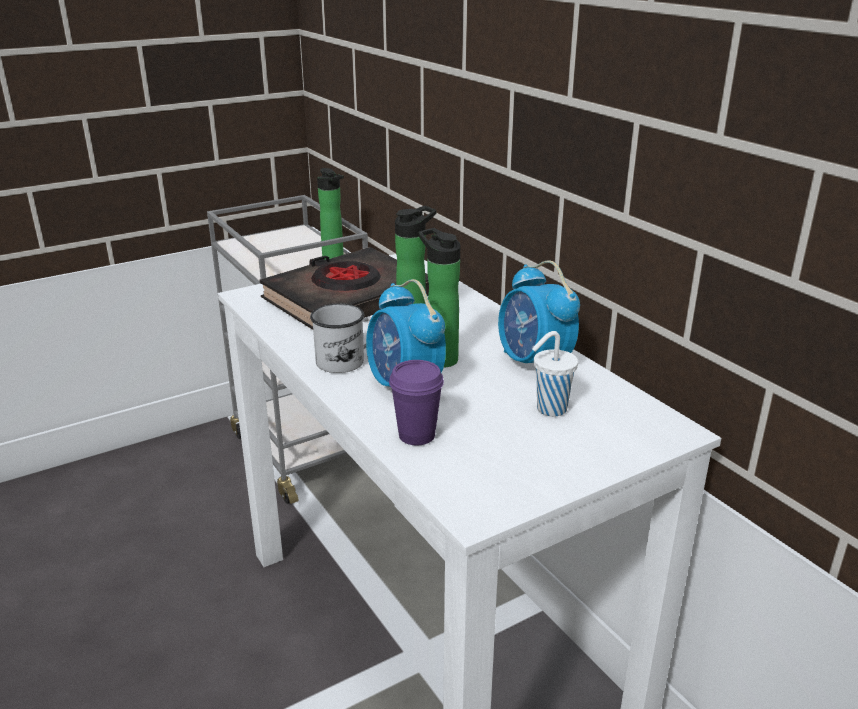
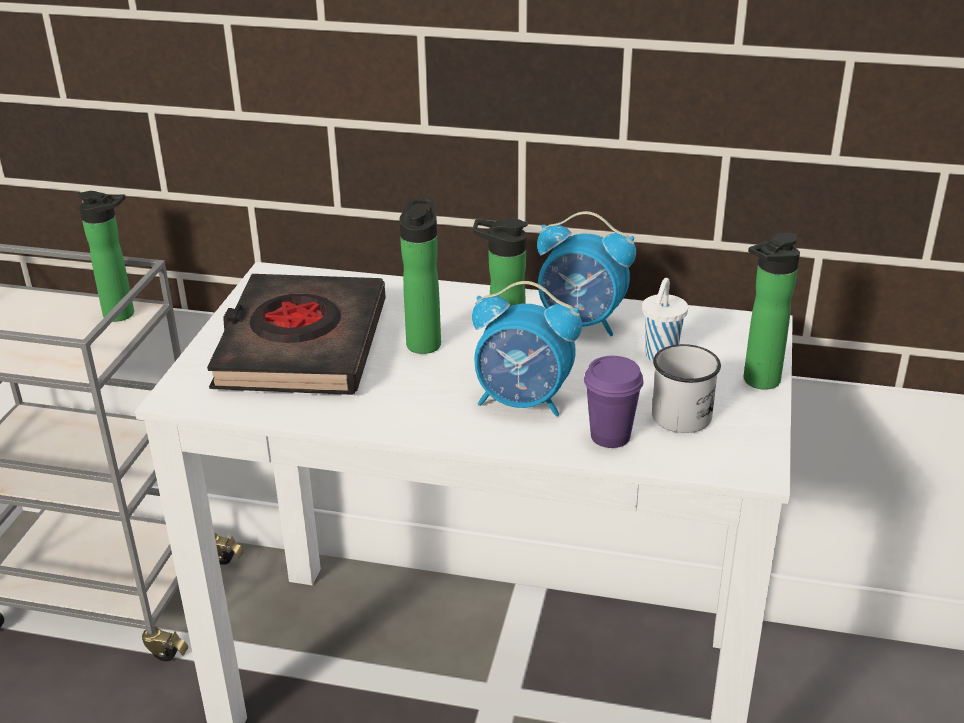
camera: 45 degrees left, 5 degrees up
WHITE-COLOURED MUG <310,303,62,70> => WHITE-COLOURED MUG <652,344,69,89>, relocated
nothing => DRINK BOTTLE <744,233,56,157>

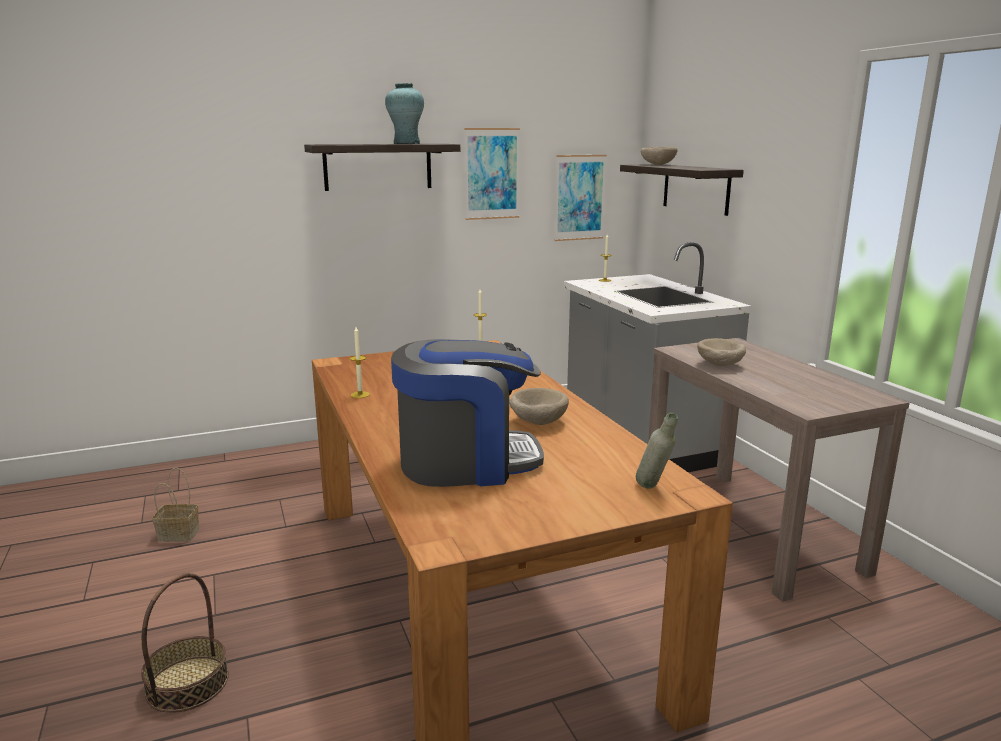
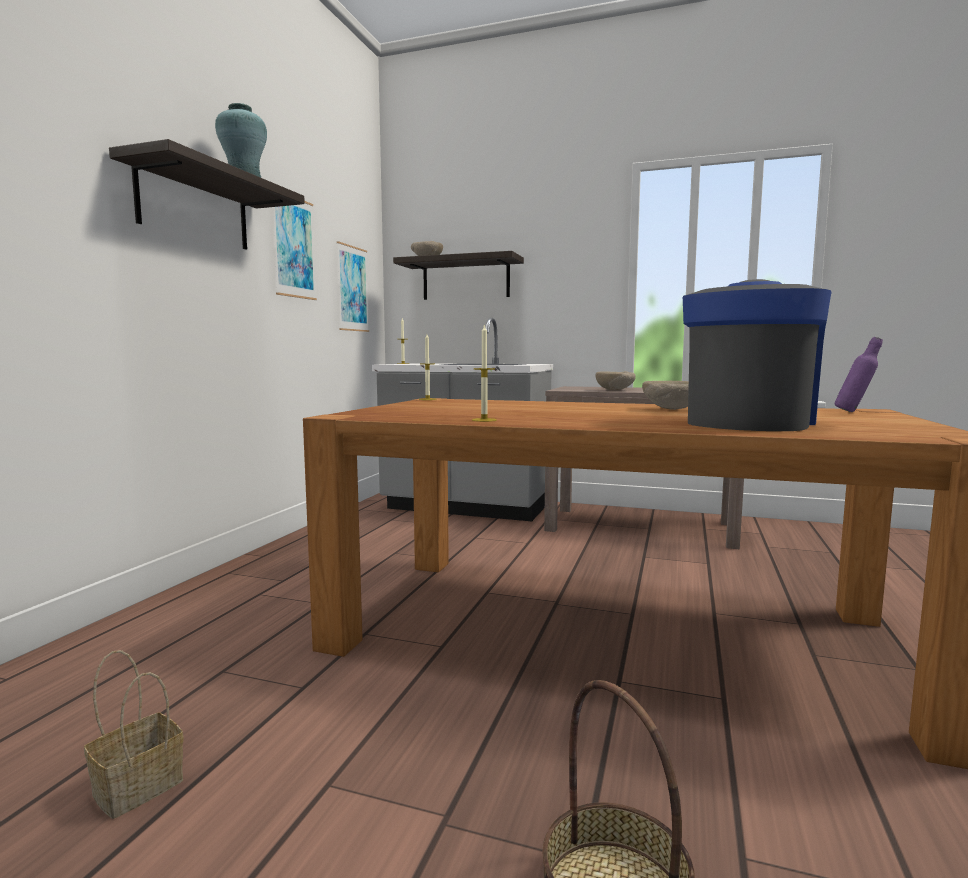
camera: 50 degrees left, 10 degrees down
GRAY DRINK BOTTLE <636,413,42,76> => PURPLE DRINK BOTTLE <835,337,48,75>

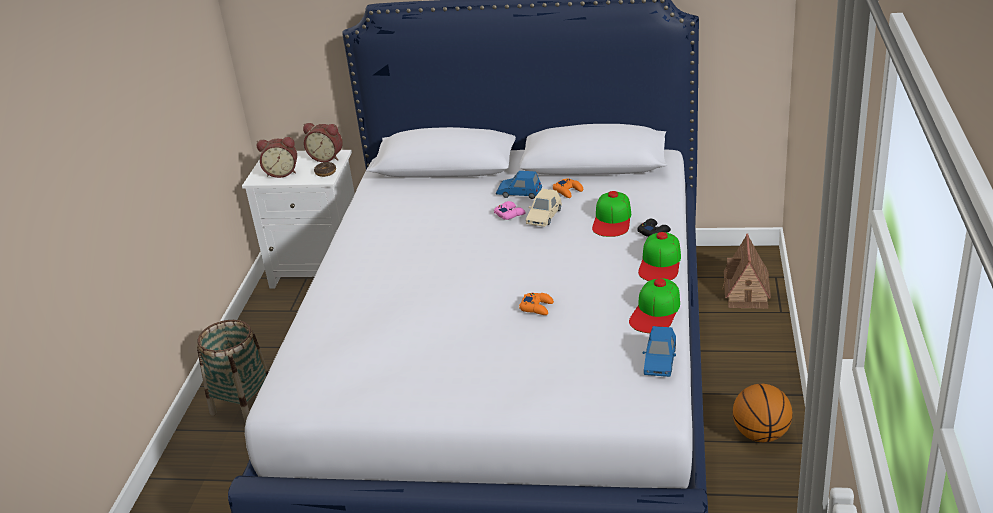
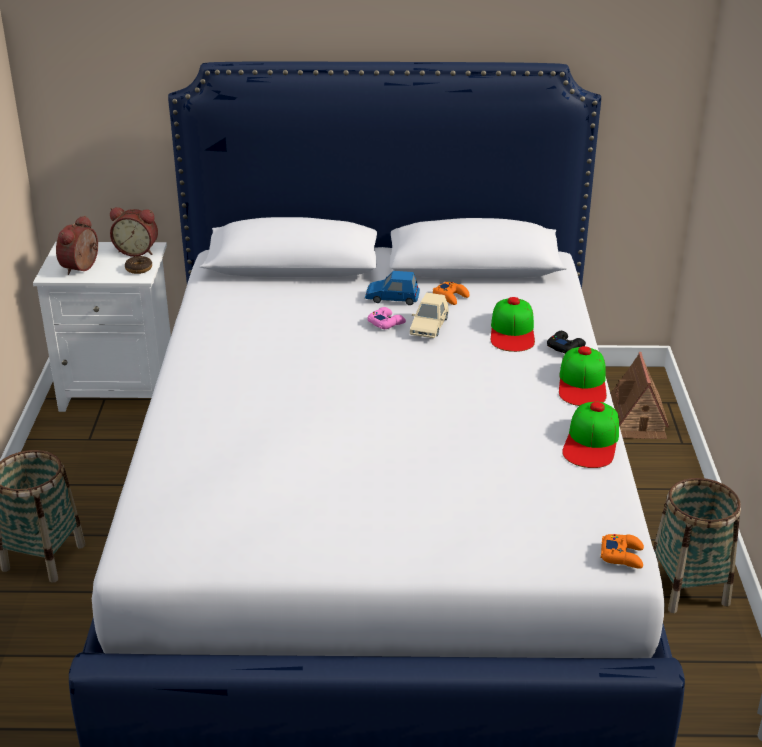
camera: 10 degrees left, 0 degrees up
TABLE CLOCK <257,137,40,41> => TABLE CLOCK <56,215,42,60>, 120 degrees clockwise
ORANGEY GAME CONTROLLER <519,293,35,22> => ORANGEY GAME CONTROLLER <601,534,43,35>, relocated
BLUE-COLOURED MODEL CAR <642,326,34,51> => nothing
BASKETBALL <733,384,60,58> => BASKET <653,478,88,135>

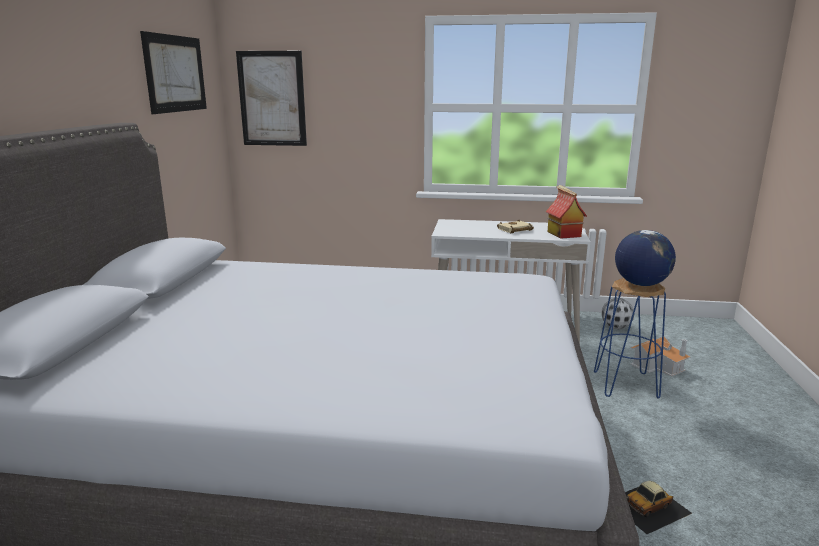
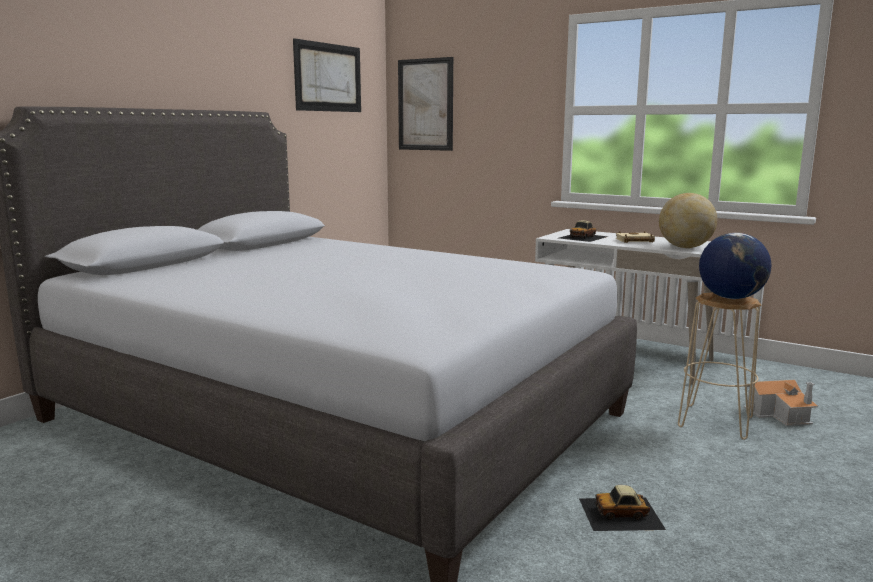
camera: 25 degrees right, 5 degrees down
MINIATURE HOUSE <546,185,41,54> => DESK GLOBE <659,193,58,55>
BLUE-COLOURED SITTING STOOL <594,278,72,120> => BEIGE SITTING STOOL <678,292,84,148>
FOOTBALL BALL <601,298,33,31> => nothing
nothing => MODEL CAR <559,220,50,22>

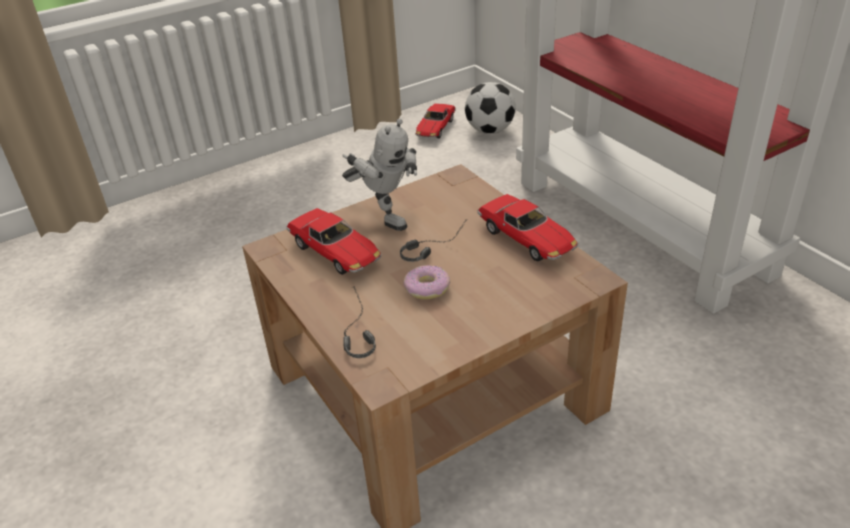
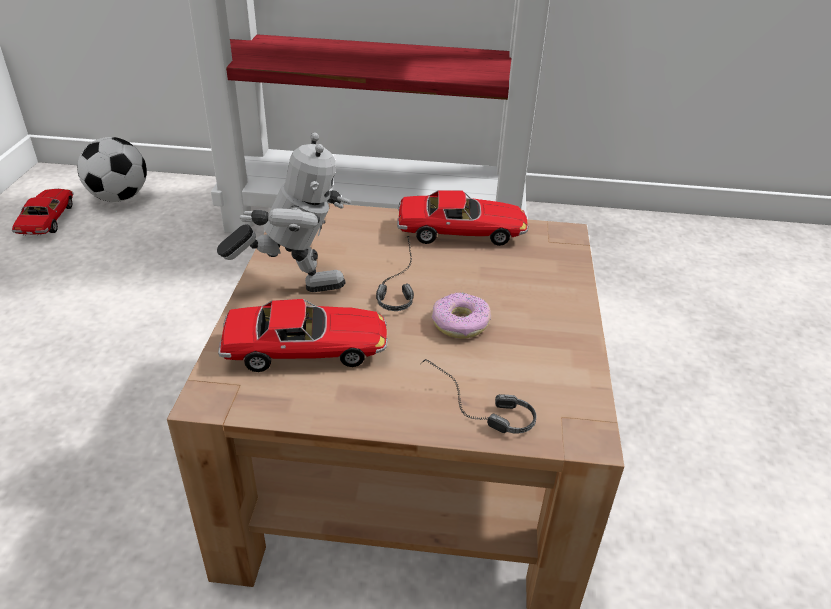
camera: 55 degrees left, 0 degrees up
MODEL CAR <415,103,41,36> => MODEL CAR <12,189,61,47>, 150 degrees counterclockwise

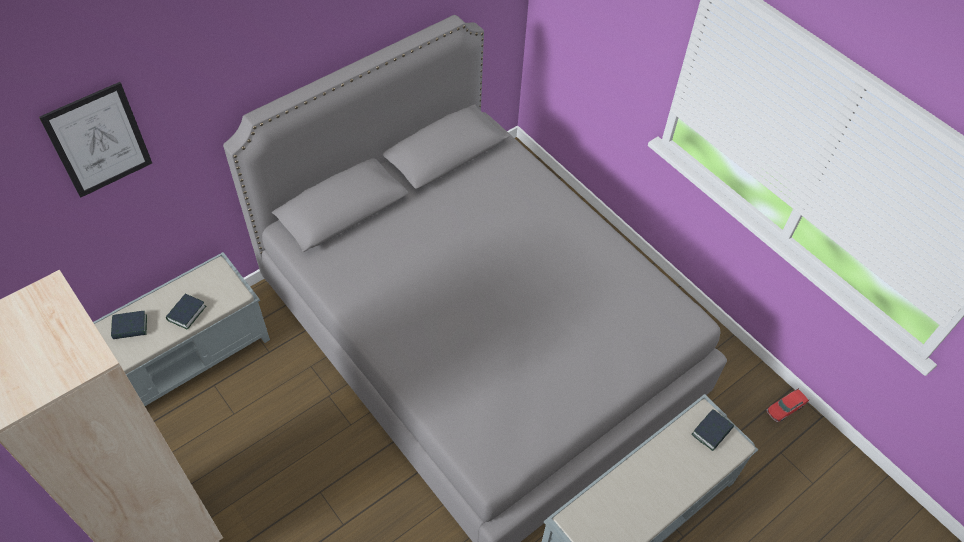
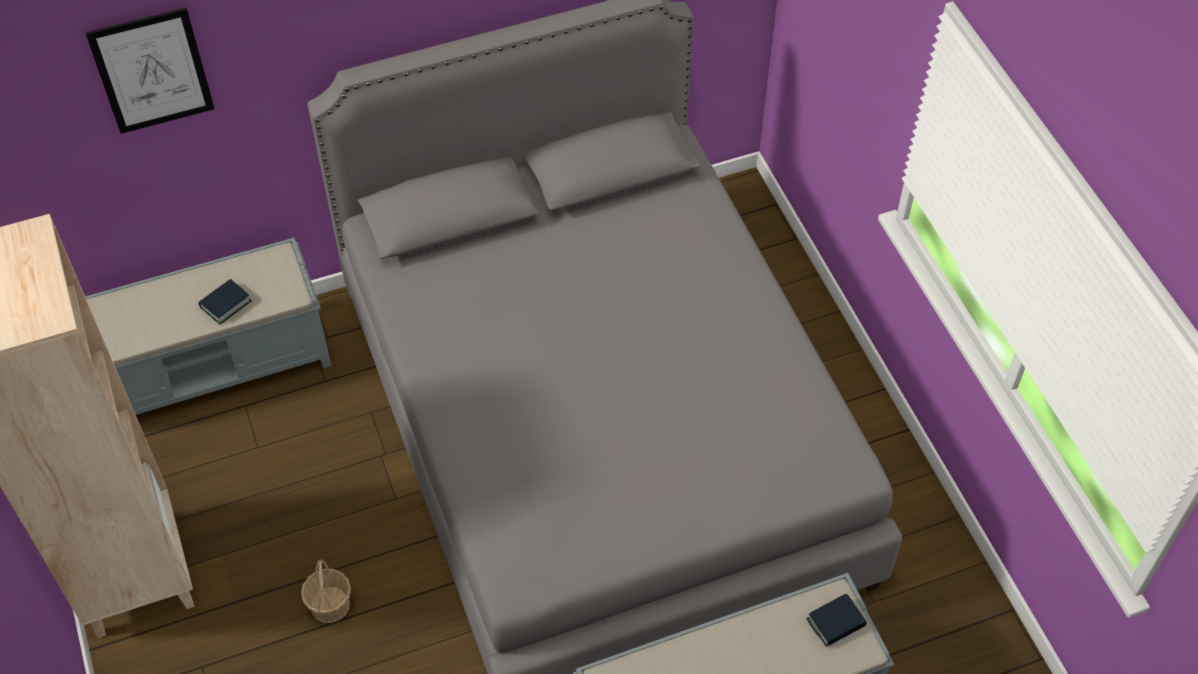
camera: 20 degrees right, 0 degrees up
BOUND BOOK <111,311,36,28> => nothing
MODEL CAR <766,388,44,34> => nothing
nothing => BASKET <301,560,50,63>

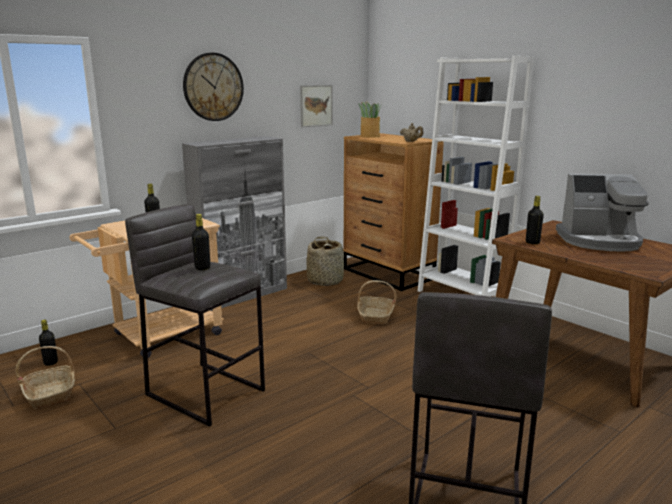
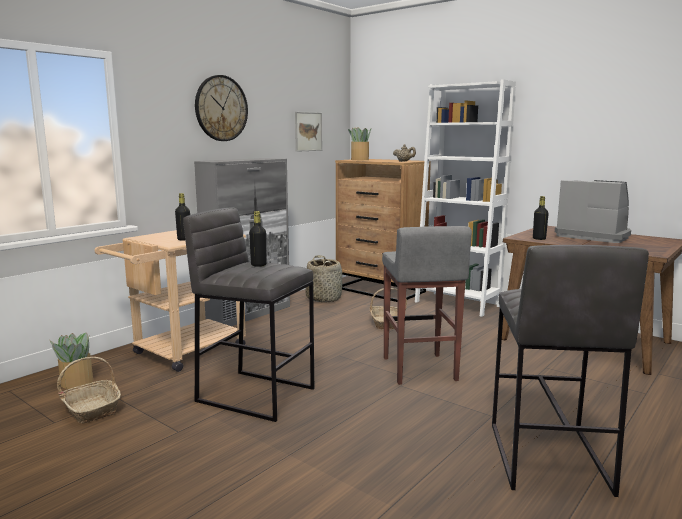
camera: 10 degrees left, 5 degrees down
COFFEE BREWER <556,174,93,78> => COFFEE BREWER <555,180,76,63>, 135 degrees counterclockwise
BLACK DRINK BOTTLE <39,320,19,46> => PLANT IN A POT <50,333,43,56>
nothing => GRAY SITTING STOOL <382,226,90,159>

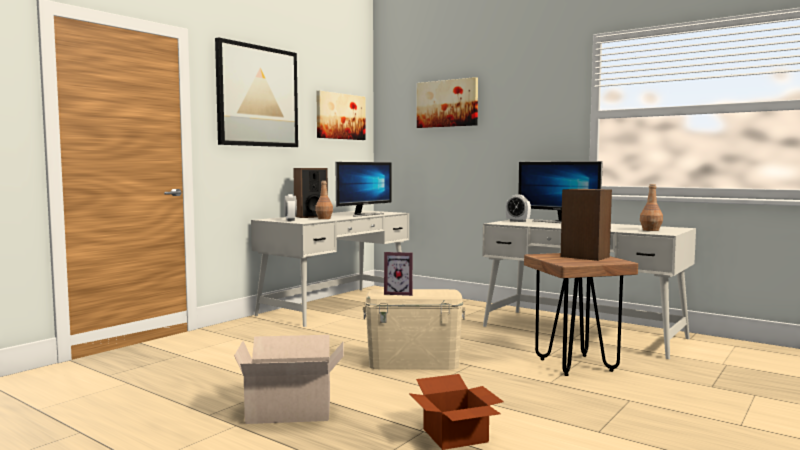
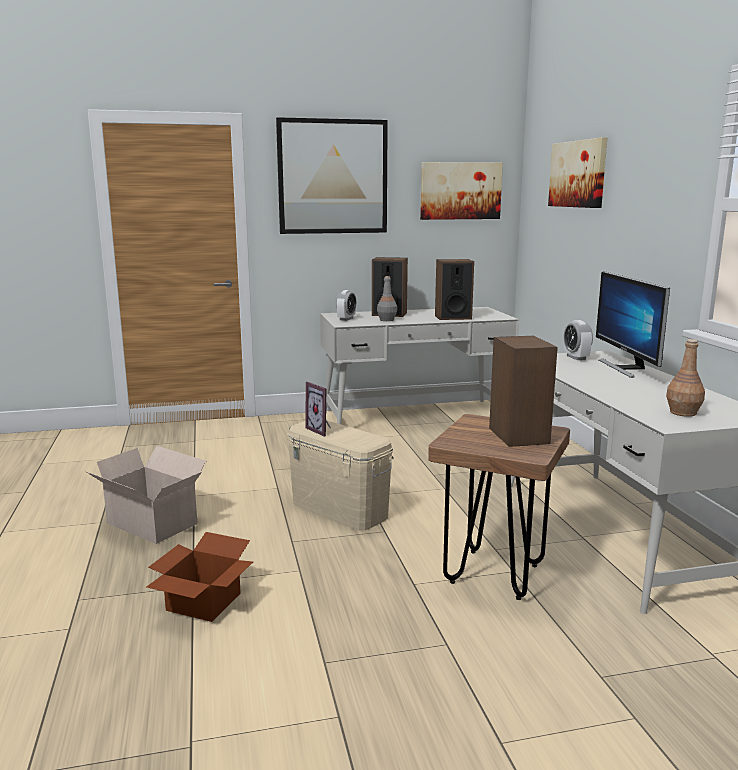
camera: 40 degrees right, 10 degrees up
COMPUTER SCREEN <335,162,57,55> => LOUDSPEAKER <435,259,39,61>
BROWN-COLOURED DRINK BOTTLE <315,181,18,38> => GRAY DRINK BOTTLE <377,276,20,45>

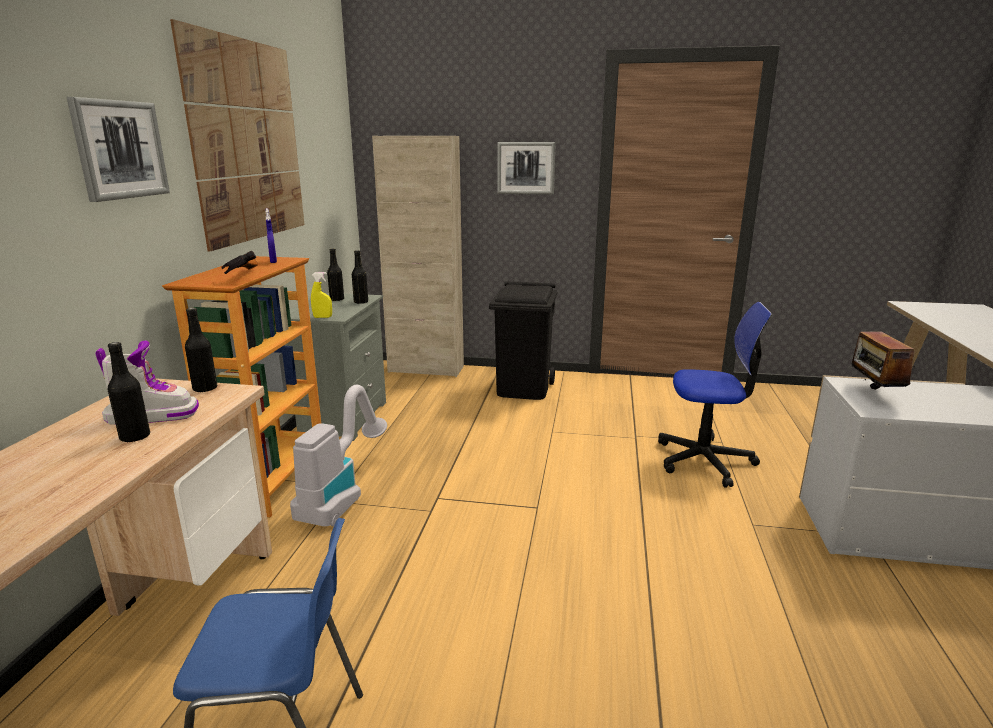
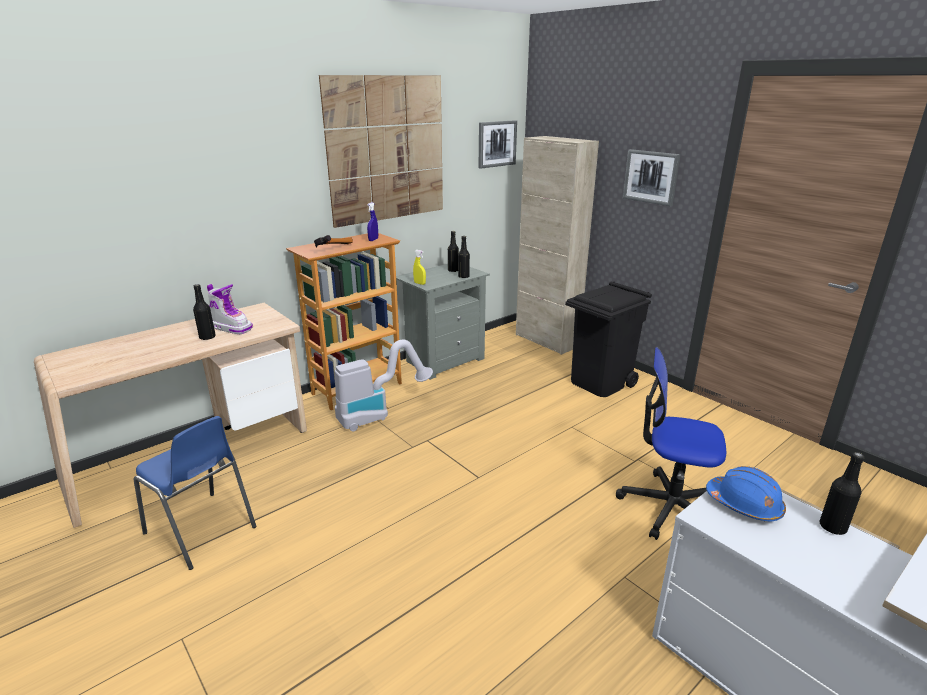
camera: 40 degrees right, 5 degrees up
WALL PICTURE <67,97,103,105> => WALL PICTURE <479,120,38,49>, relocated
COMPUTER CHAIR <658,302,114,186> => COMPUTER CHAIR <616,347,110,193>, 150 degrees clockwise
BLACK DRINK BOTTLE <185,308,33,84> => BLACK DRINK BOTTLE <820,452,44,83>, relocated
RADIO RECEIVER <846,318,69,72> => BLUE-COLOURED SAFETY HELMET <706,466,80,55>

